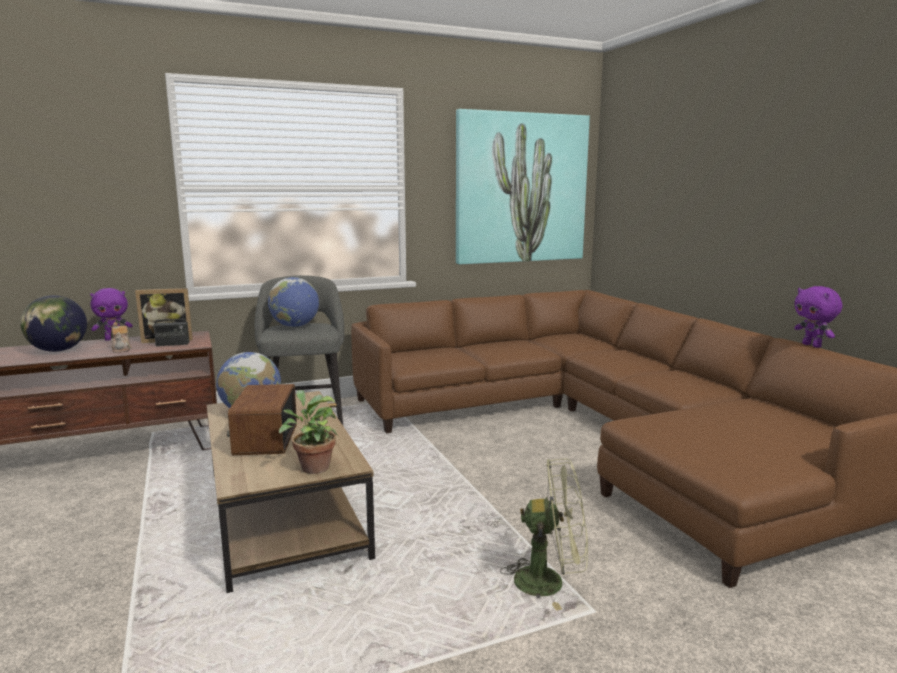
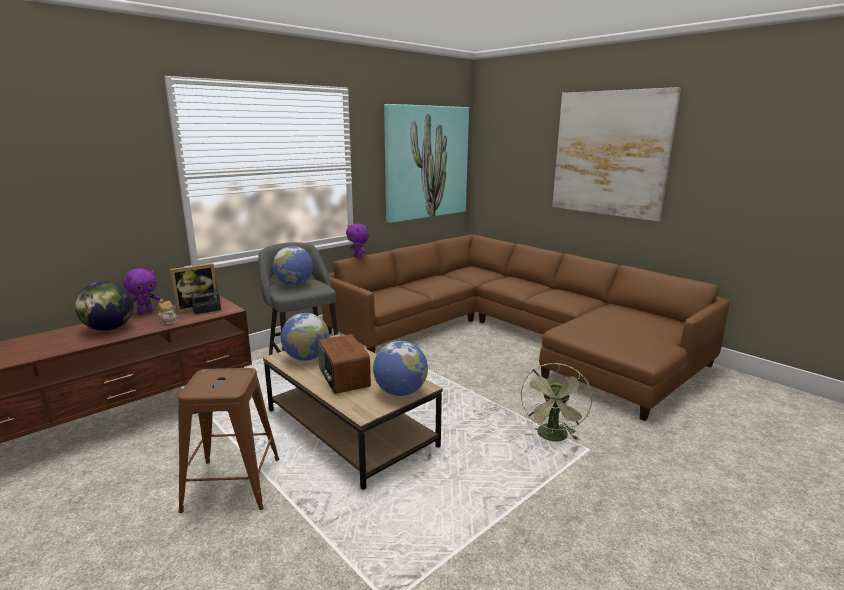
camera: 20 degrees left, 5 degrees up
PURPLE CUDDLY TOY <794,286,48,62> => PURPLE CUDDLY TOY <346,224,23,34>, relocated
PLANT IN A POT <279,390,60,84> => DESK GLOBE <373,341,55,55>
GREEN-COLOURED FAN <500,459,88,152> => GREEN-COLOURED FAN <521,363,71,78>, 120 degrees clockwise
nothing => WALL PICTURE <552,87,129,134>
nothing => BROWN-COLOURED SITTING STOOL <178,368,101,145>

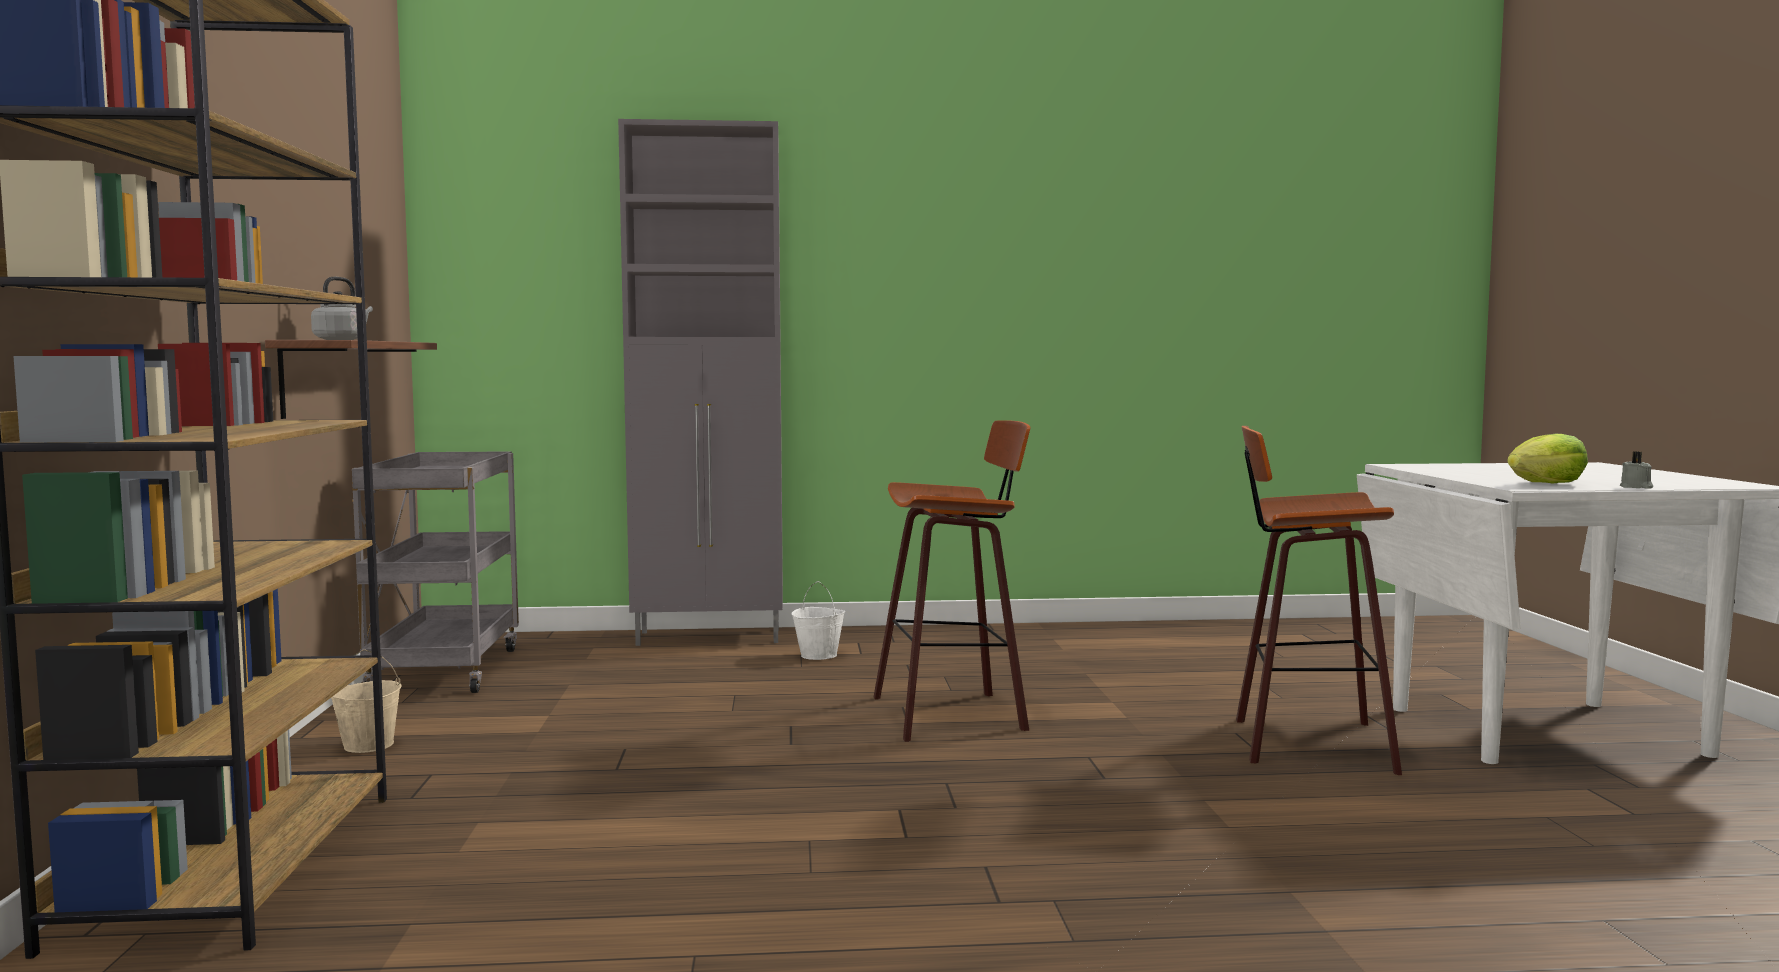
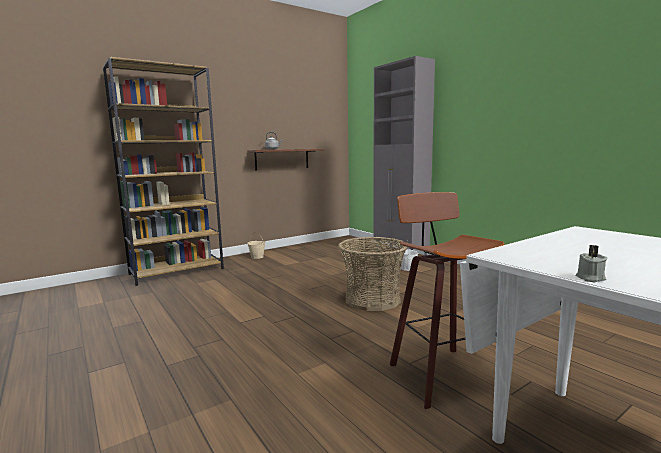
camera: 60 degrees right, 5 degrees up
SITTING STOOL <874,420,157,322> => BASKET <338,237,70,74>
LETTUCE HEAD <1507,434,81,49> => nothing
GRAY WHEELED CART <352,451,167,242> => nothing

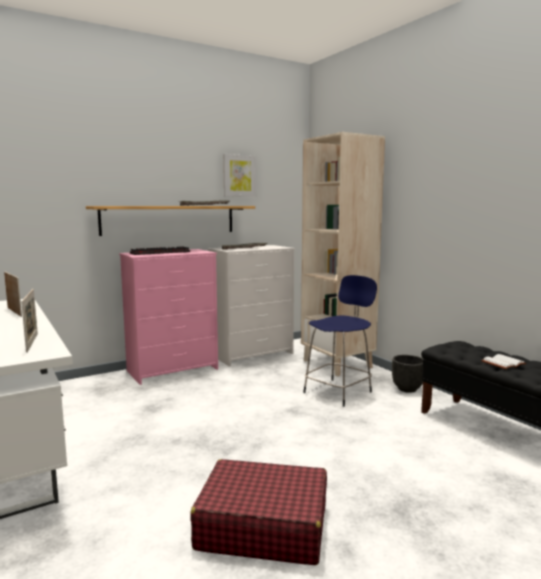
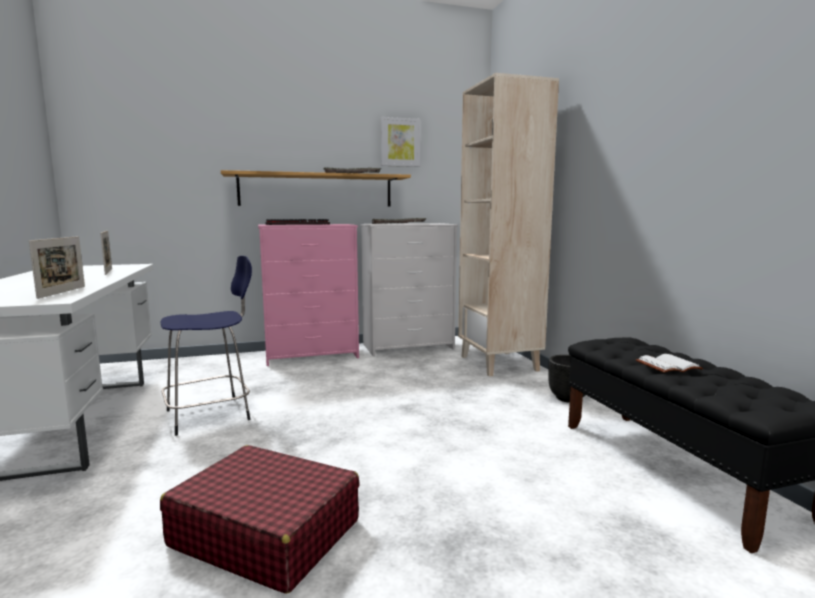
camera: 15 degrees right, 0 degrees up
BLUE-COLOURED SITTING STOOL <303,275,74,132> => BLUE-COLOURED SITTING STOOL <160,256,92,180>, relocated

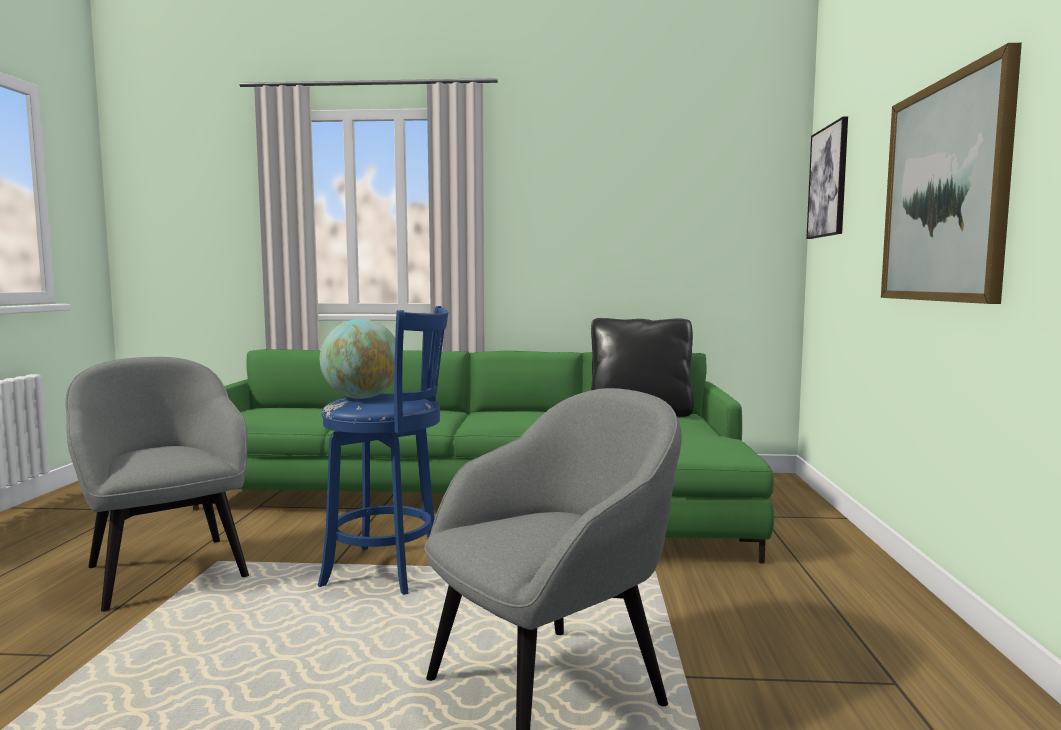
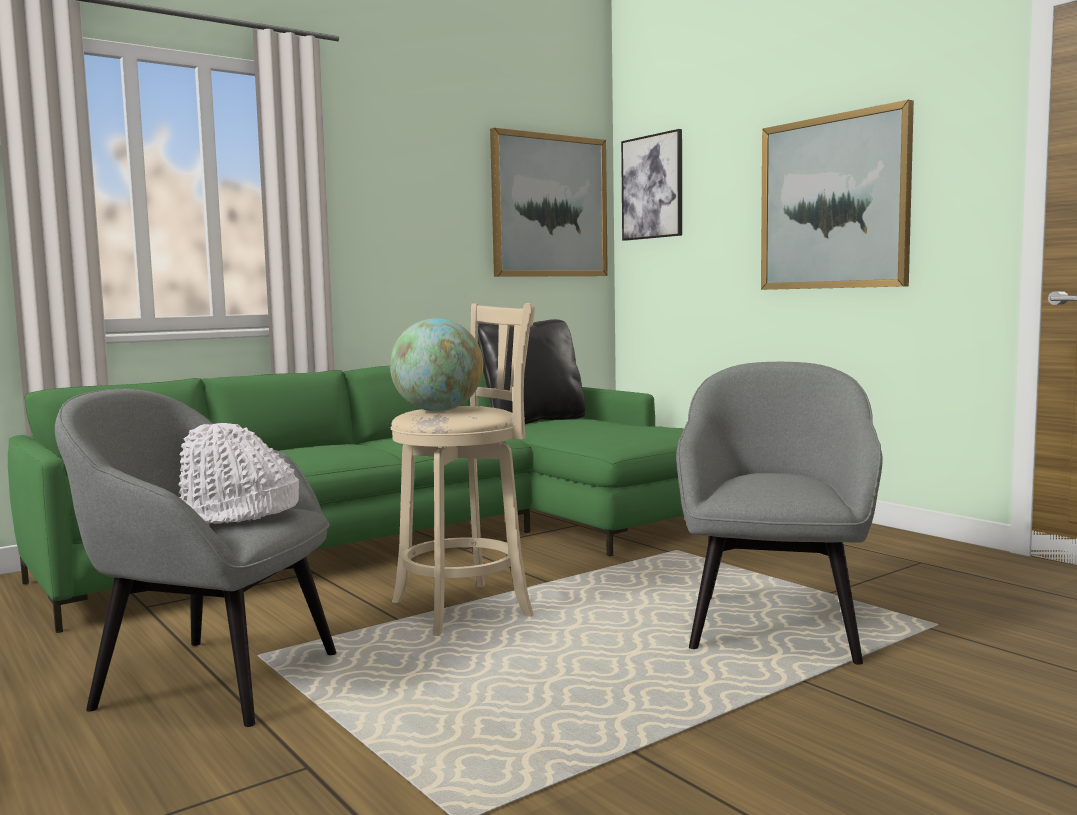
camera: 40 degrees left, 0 degrees up
BLUE-COLOURED SITTING STOOL <318,306,131,289> => BEIGE SITTING STOOL <391,303,144,333>
nothing => WALL PICTURE <490,128,118,149>
nothing => WHITE-COLOURED HAT <179,423,120,101>

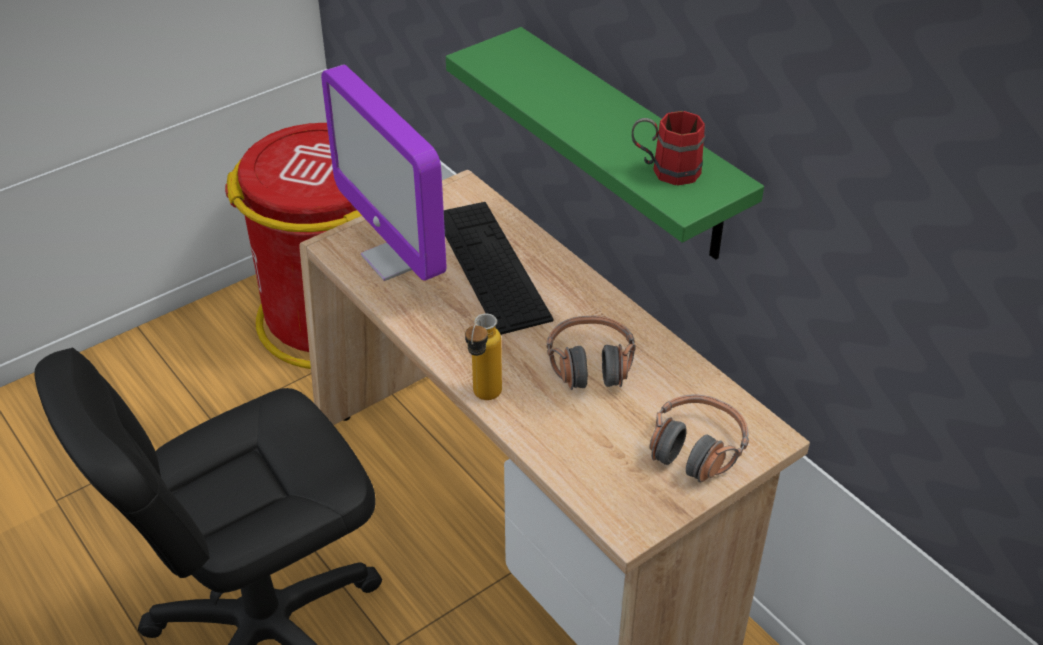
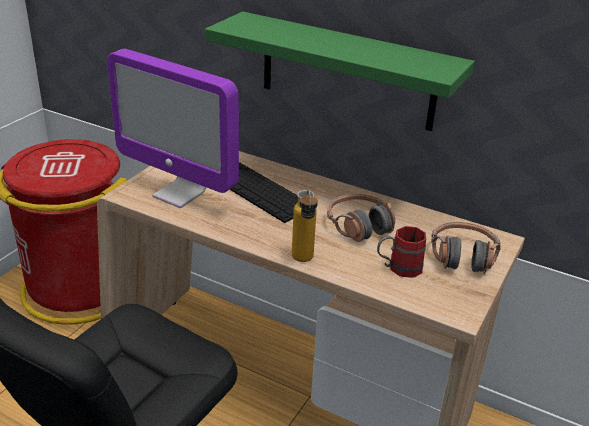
camera: 25 degrees left, 10 degrees down
RED MUG <632,111,73,75> => RED MUG <377,226,49,52>, relocated

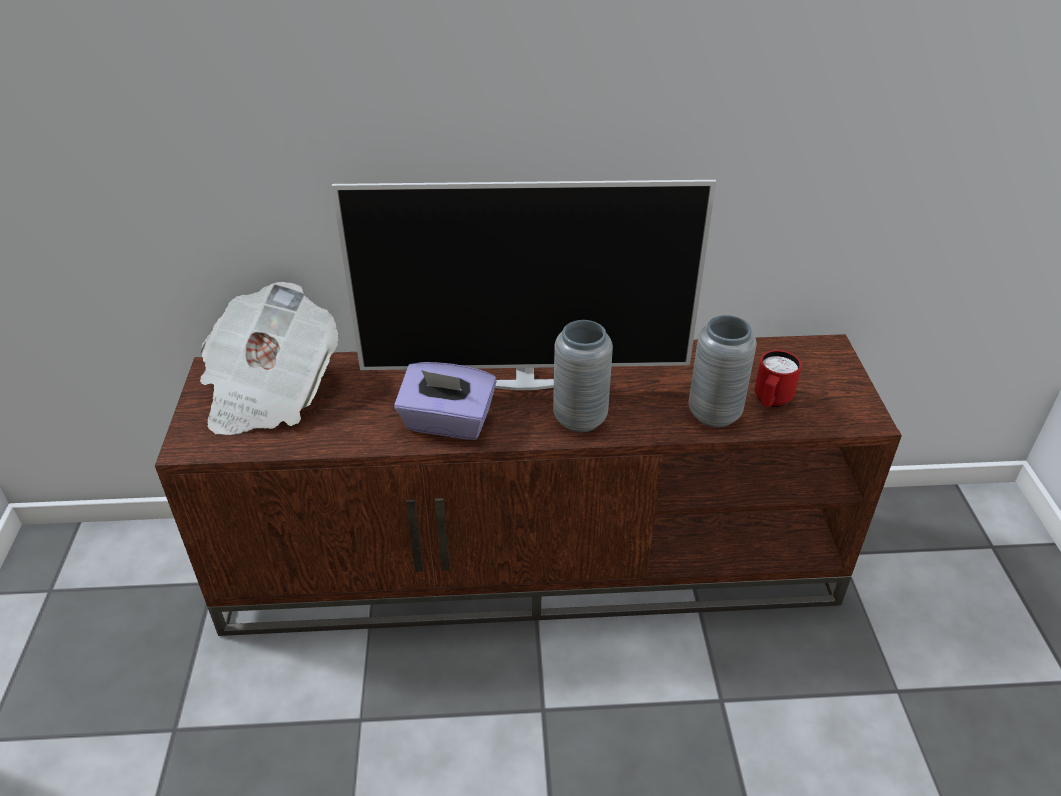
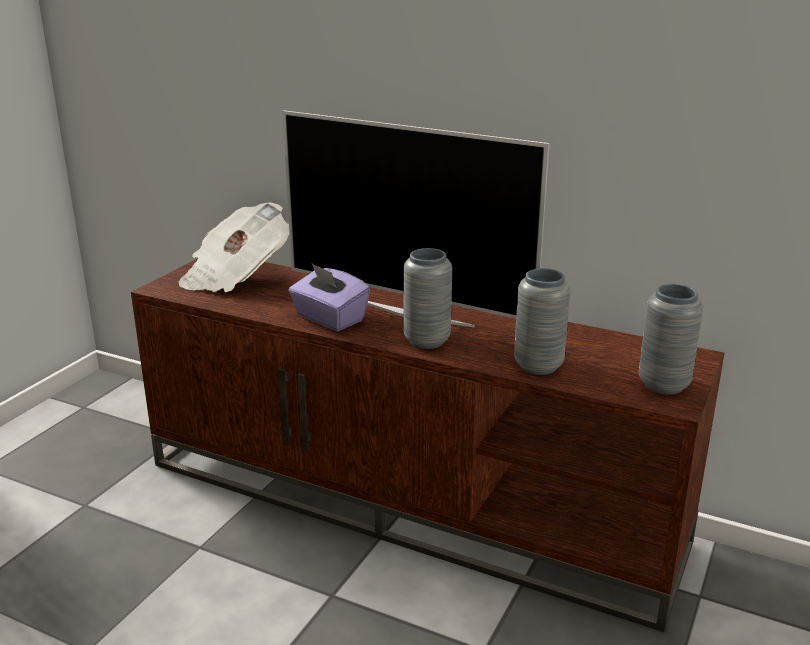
camera: 30 degrees right, 15 degrees down
RED MUG <755,350,47,57> => nothing
nothing => GRAY VASE <639,284,64,111>

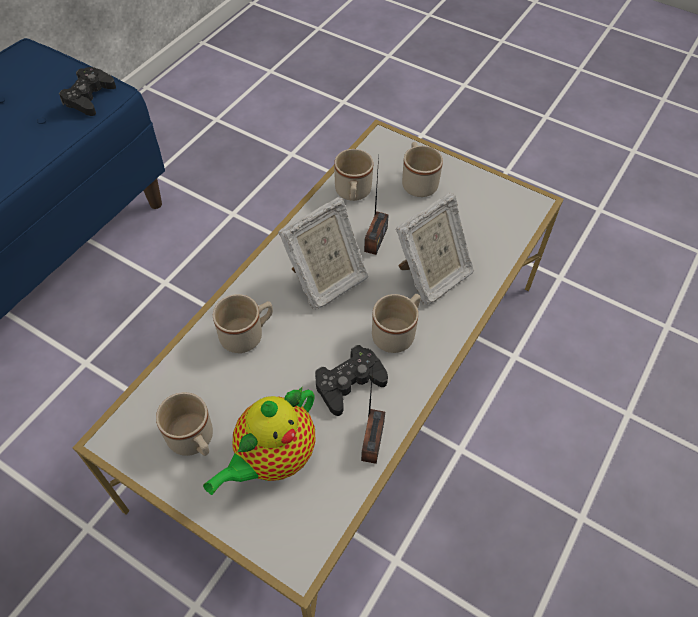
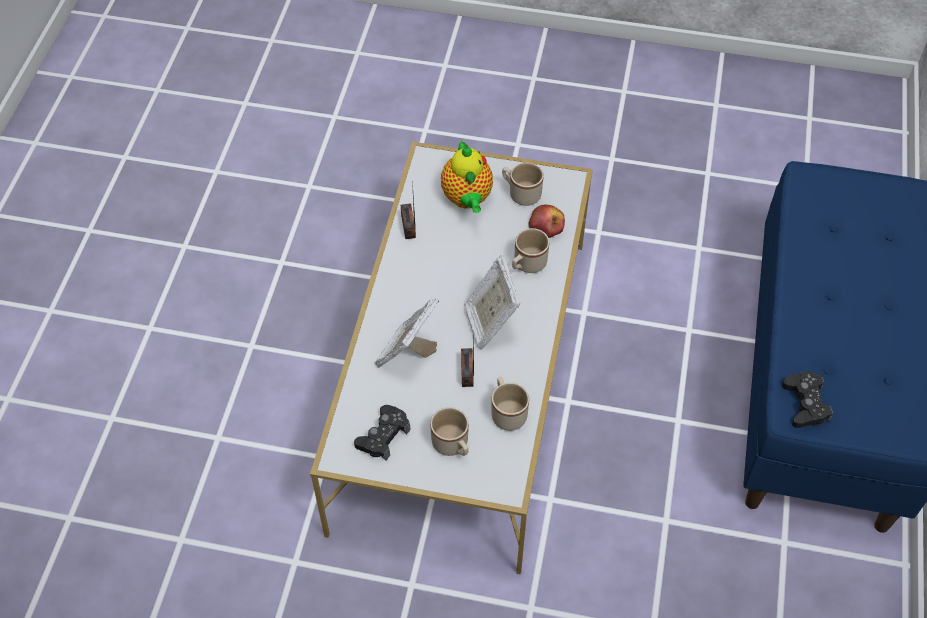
camera: 160 degrees right, 0 degrees up
PICTURE FRAME <278,197,90,112> => PICTURE FRAME <464,255,57,95>, 45 degrees counterclockwise
BEIGE MUG <372,294,49,59> => nothing
BLACK GAME CONTROLLER <315,345,73,71> => BLACK GAME CONTROLLER <354,405,57,55>, relocated
POT FOR TEA <203,386,113,109> => POT FOR TEA <441,140,52,73>, 150 degrees clockwise
nothing => WHOLE APPLE <528,204,37,34>

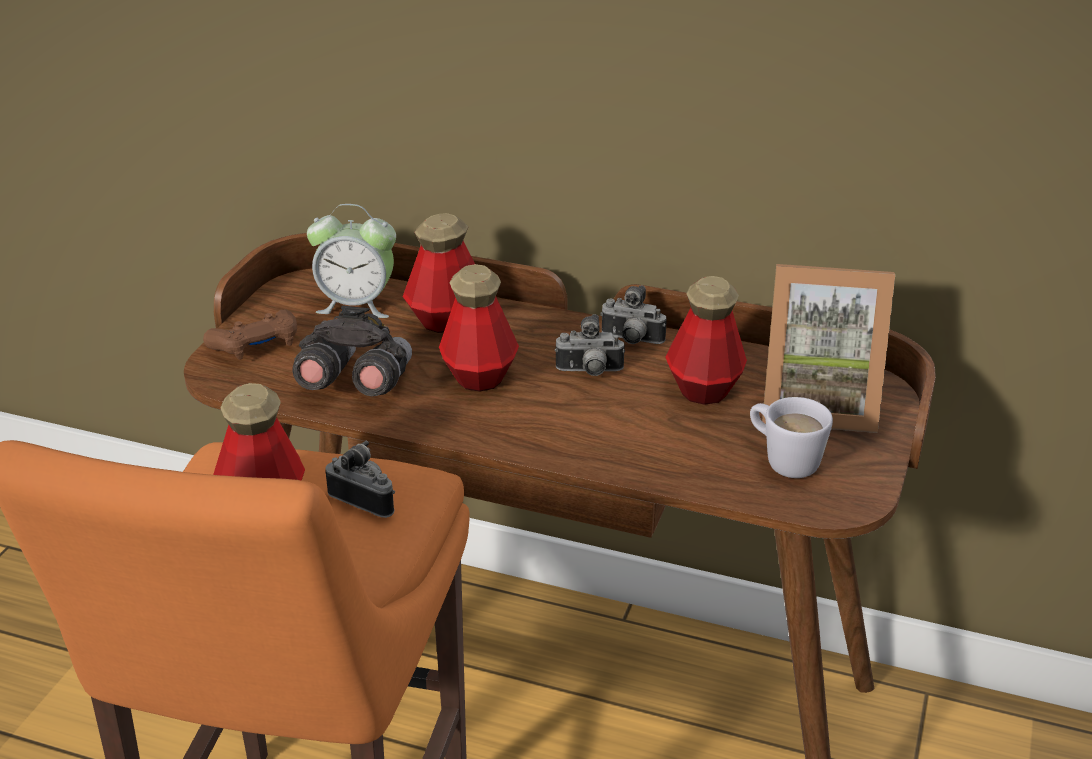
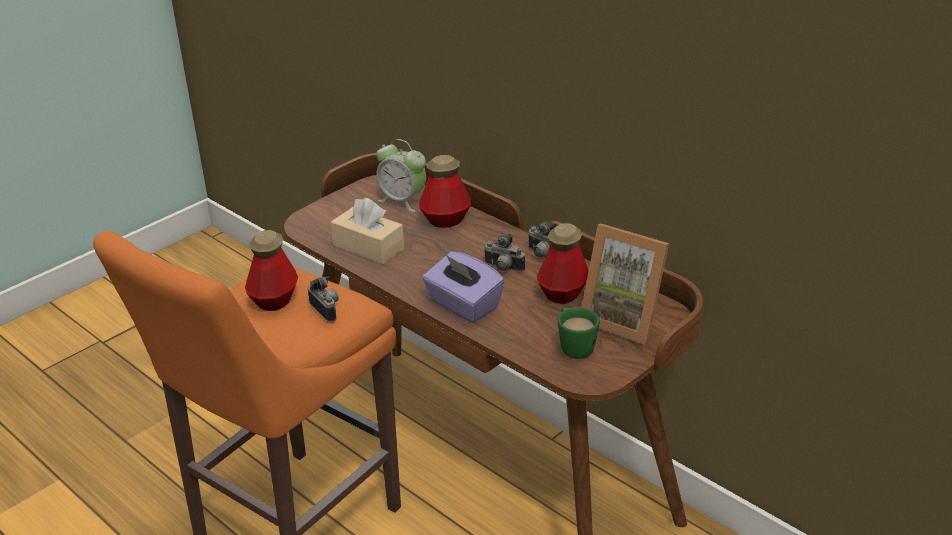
camera: 25 degrees right, 0 degrees up
DRINK BOTTLE <439,264,80,128> => nothing
GRAY FIELD GLASSES <292,306,120,90> => BEIGE TISSUE BOX <331,197,73,67>
BROWN-COLOURED GAME CONTROLLER <203,309,94,51> => nothing
WHITE-COLOURED MUG <750,397,83,81> => GREEN-COLOURED MUG <558,307,42,52>
nothing => PURPLE TISSUE BOX <422,251,83,72>

